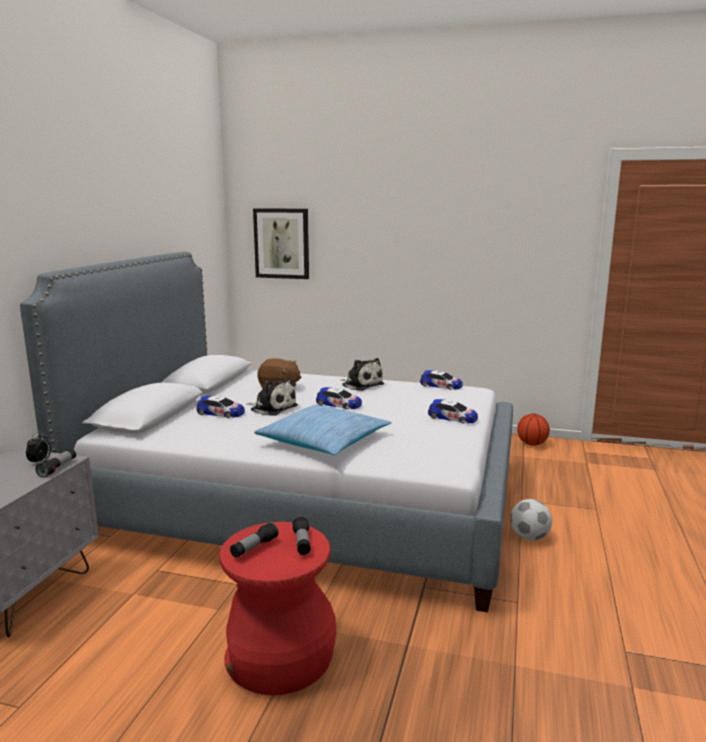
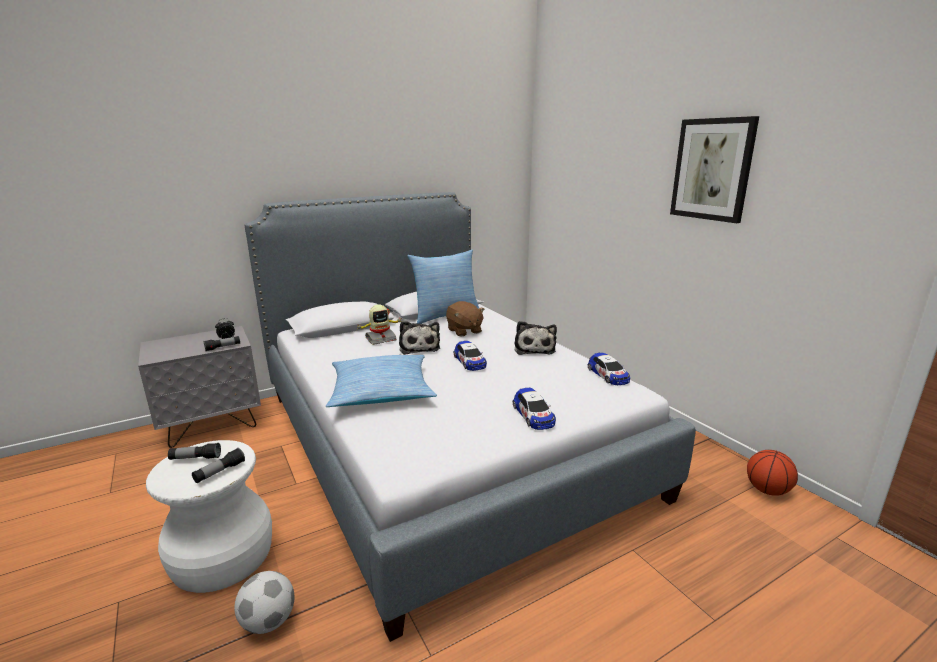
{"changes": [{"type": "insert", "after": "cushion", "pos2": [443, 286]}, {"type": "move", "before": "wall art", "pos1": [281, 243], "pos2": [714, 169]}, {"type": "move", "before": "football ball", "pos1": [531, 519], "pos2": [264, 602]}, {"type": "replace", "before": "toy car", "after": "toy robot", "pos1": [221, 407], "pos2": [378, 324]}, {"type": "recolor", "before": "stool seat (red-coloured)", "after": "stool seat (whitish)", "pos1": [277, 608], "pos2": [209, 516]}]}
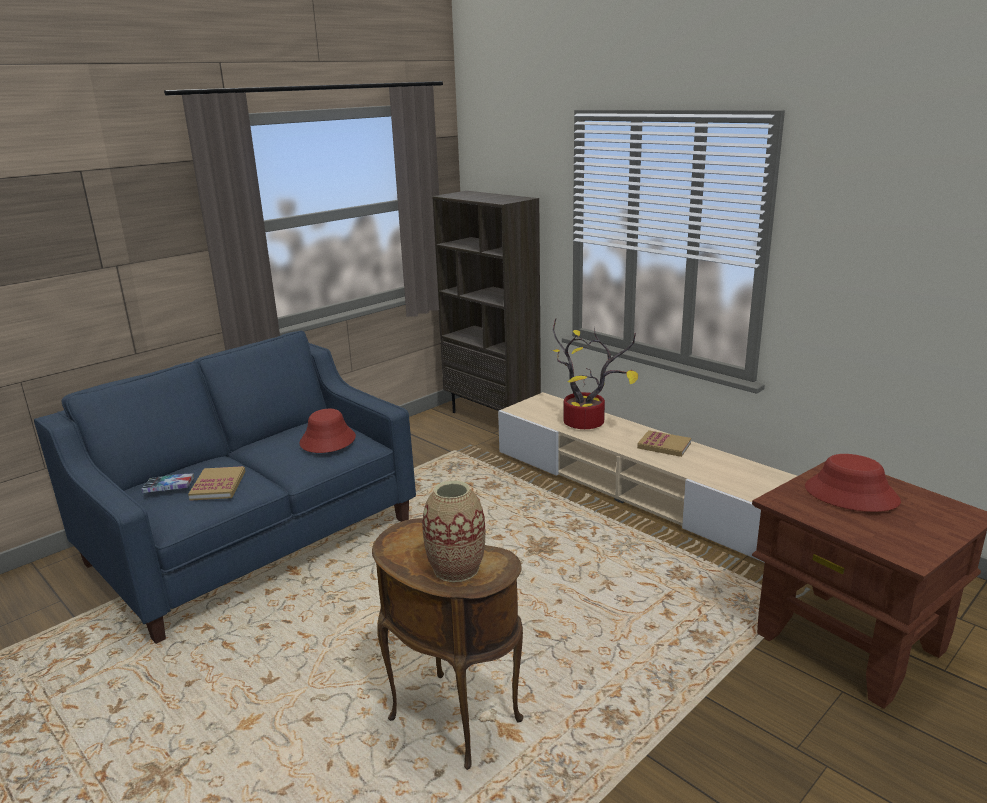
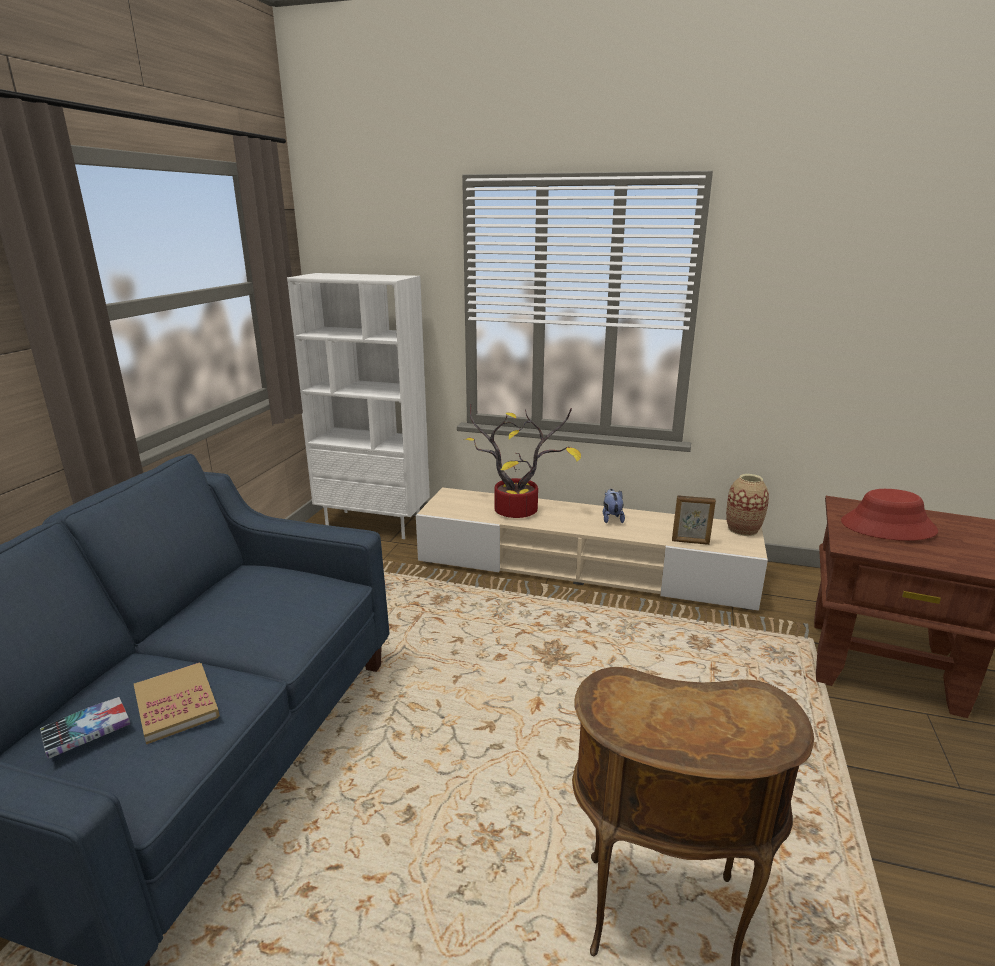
{"changes": [{"type": "delete", "before": "wearable hat (red-coloured)", "pos1": [327, 431]}, {"type": "insert", "after": "photo frame", "pos2": [694, 520]}, {"type": "move", "before": "decorative vase", "pos1": [453, 531], "pos2": [747, 505]}, {"type": "replace", "before": "book", "after": "plush toy", "pos1": [664, 443], "pos2": [614, 506]}, {"type": "recolor", "before": "bookcase (brown-coloured)", "after": "bookcase (whitish)", "pos1": [487, 302], "pos2": [358, 406]}]}
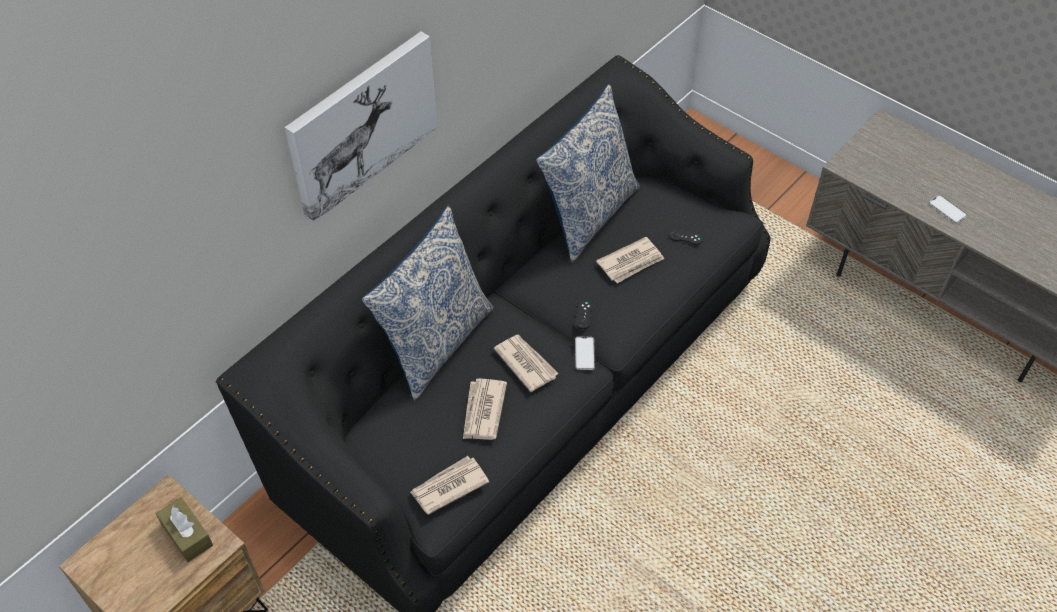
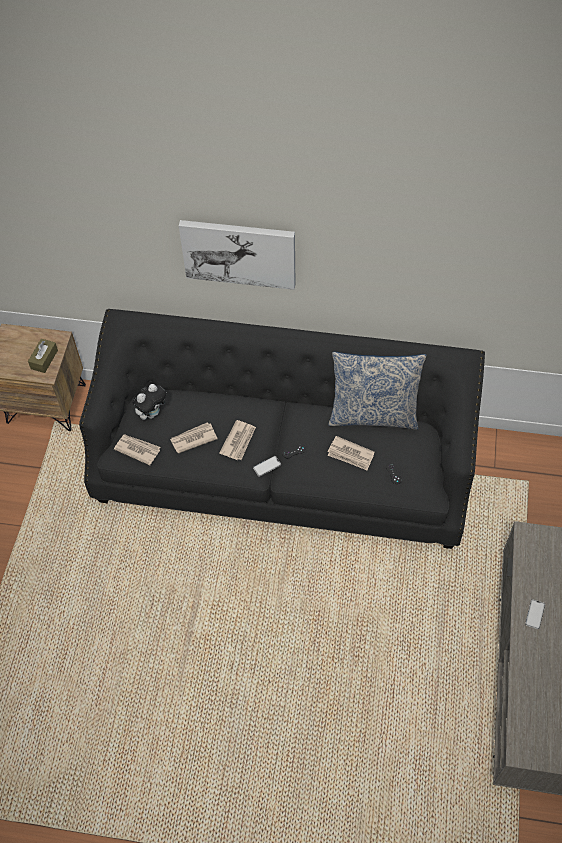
{"changes": [{"type": "delete", "before": "cushion", "pos1": [428, 303]}, {"type": "insert", "after": "plush toy", "pos2": [149, 402]}]}
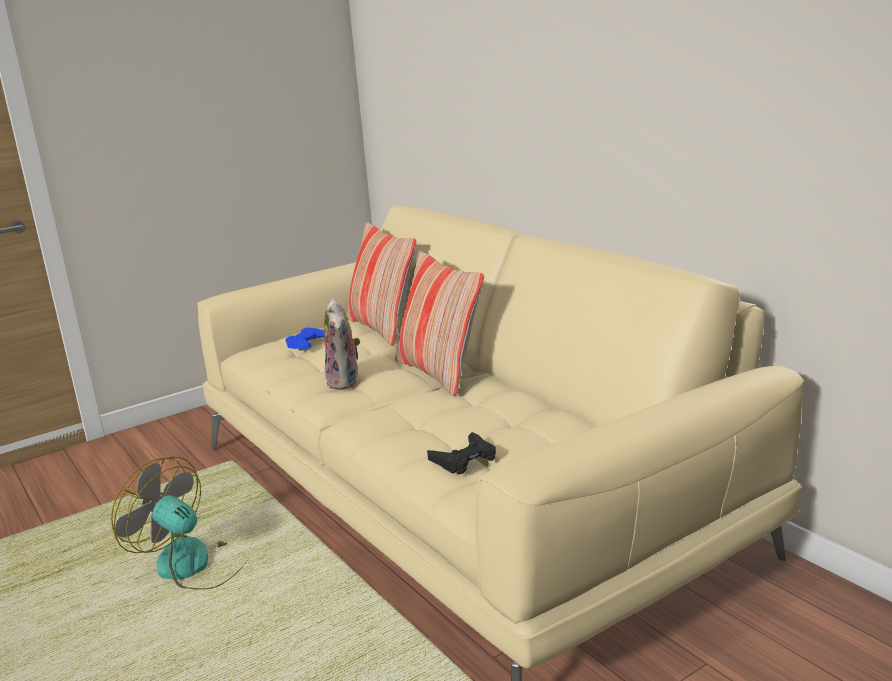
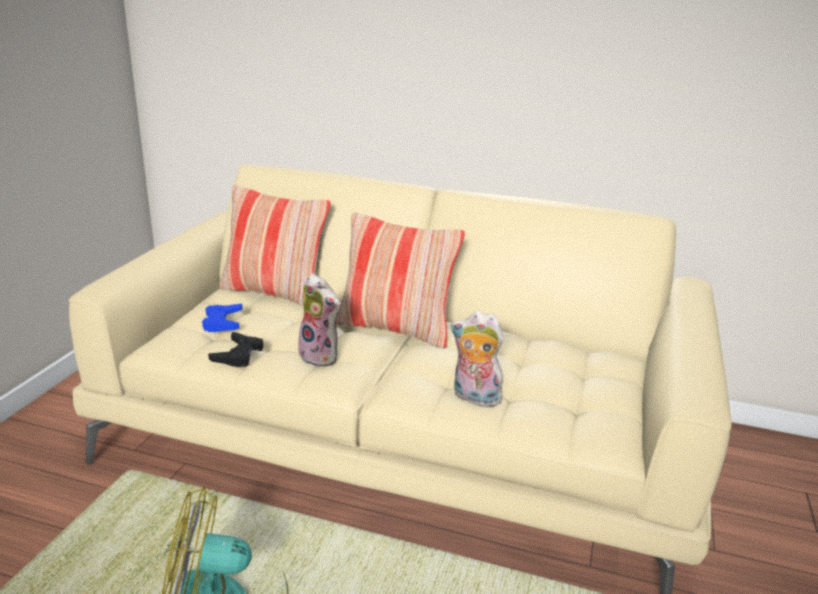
{"changes": [{"type": "insert", "after": "plush toy", "pos2": [477, 359]}, {"type": "move", "before": "gamepad (black)", "pos1": [461, 453], "pos2": [235, 349]}]}
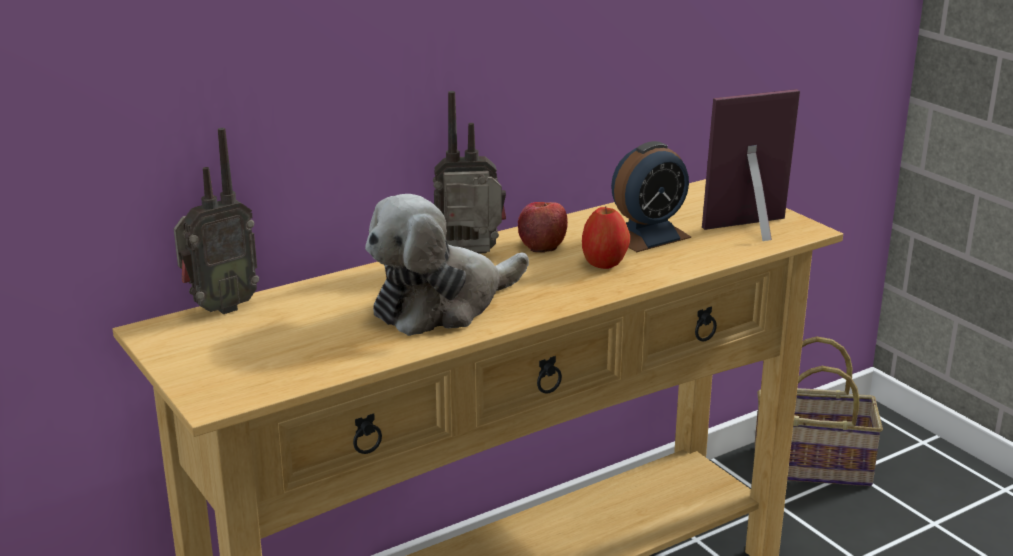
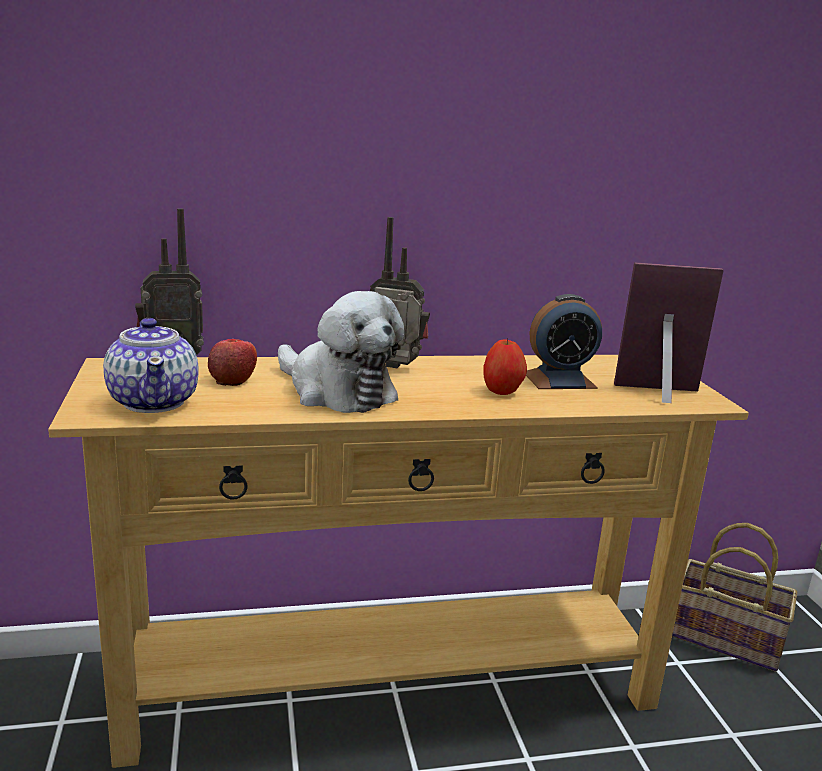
{"changes": [{"type": "insert", "after": "teapot", "pos2": [151, 365]}, {"type": "move", "before": "apple fruit", "pos1": [543, 227], "pos2": [232, 362]}, {"type": "rotate", "before": "plush toy", "pos1": [447, 265], "pos2": [341, 352], "turn": -120}]}
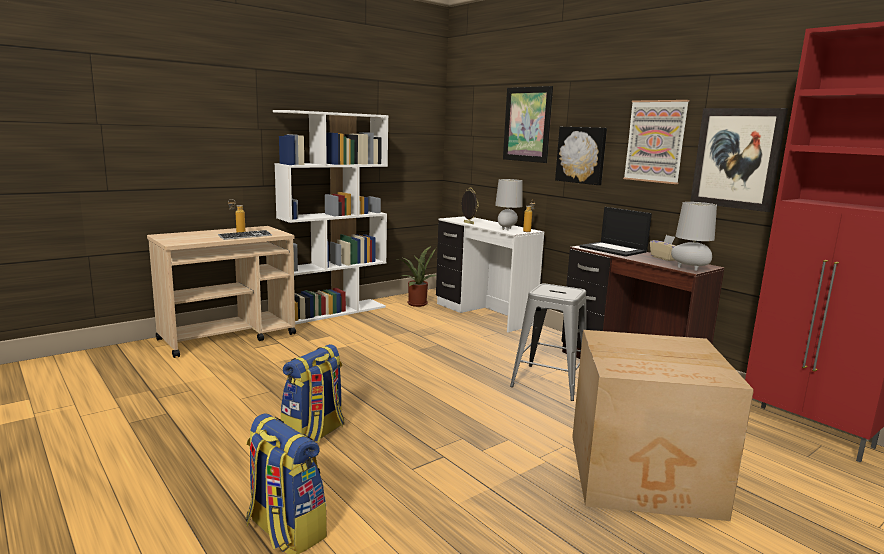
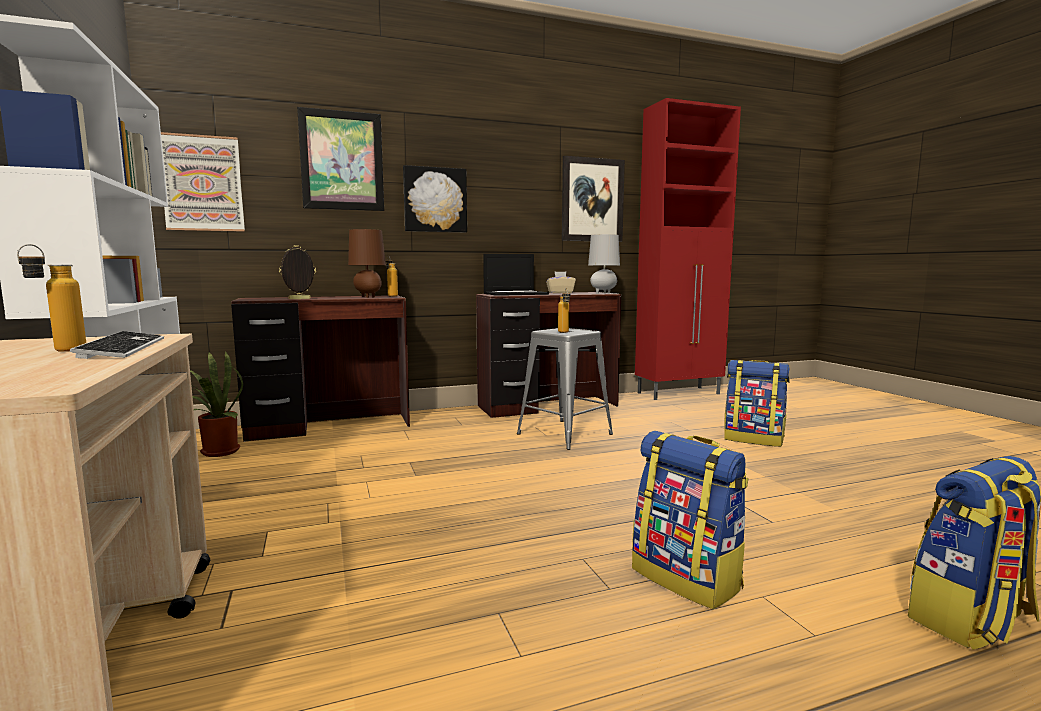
{"changes": [{"type": "insert", "after": "bottle", "pos2": [564, 310]}, {"type": "move", "before": "wall art", "pos1": [656, 142], "pos2": [203, 182]}, {"type": "replace", "before": "carton", "after": "backpack", "pos1": [663, 425], "pos2": [757, 403]}, {"type": "recolor", "before": "desk unit (whitish)", "after": "desk unit (brown-coloured)", "pos1": [490, 274], "pos2": [320, 369]}, {"type": "recolor", "before": "tabletop lamp (grey)", "after": "tabletop lamp (brown-coloured)", "pos1": [508, 204], "pos2": [367, 263]}]}
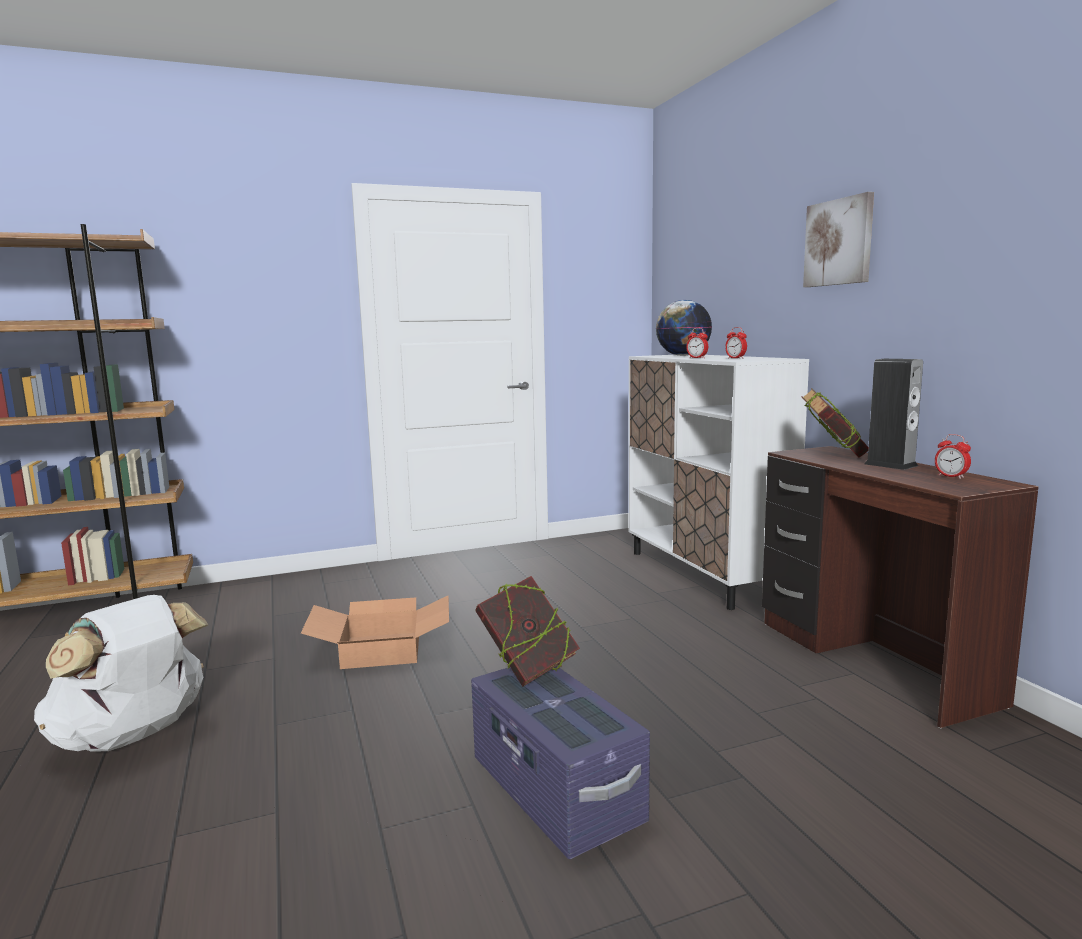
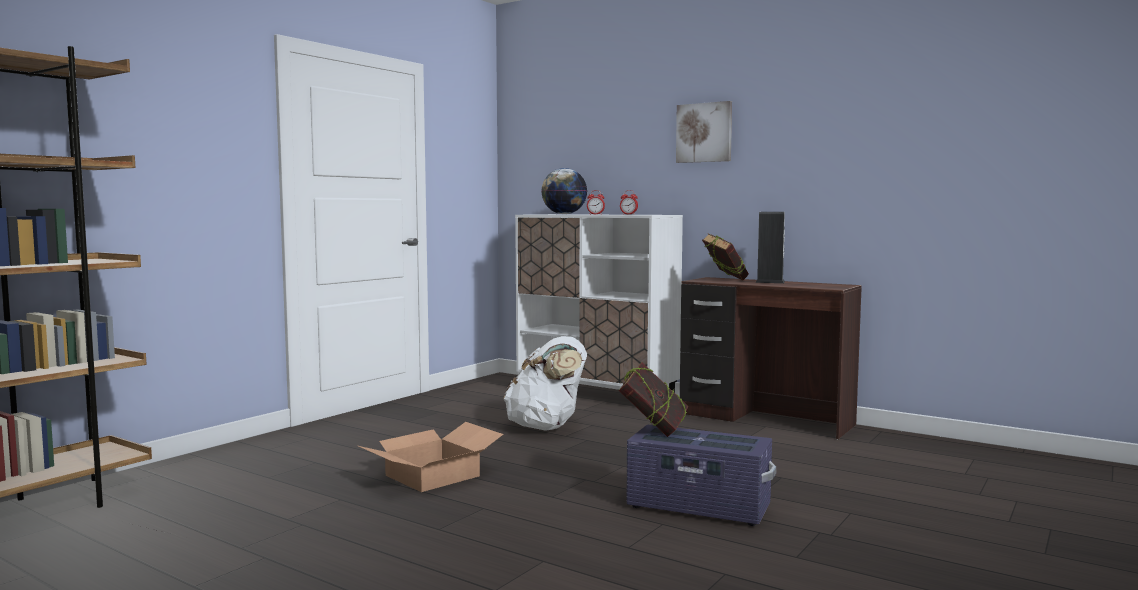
{"changes": [{"type": "delete", "before": "bedside clock", "pos1": [953, 456]}, {"type": "move", "before": "backpack (whitish)", "pos1": [121, 673], "pos2": [545, 383]}]}
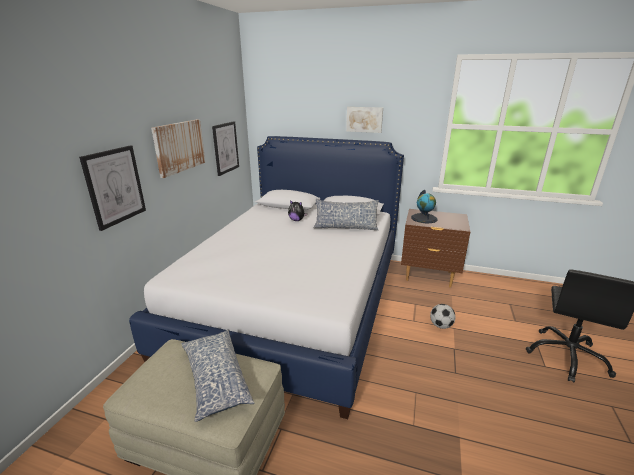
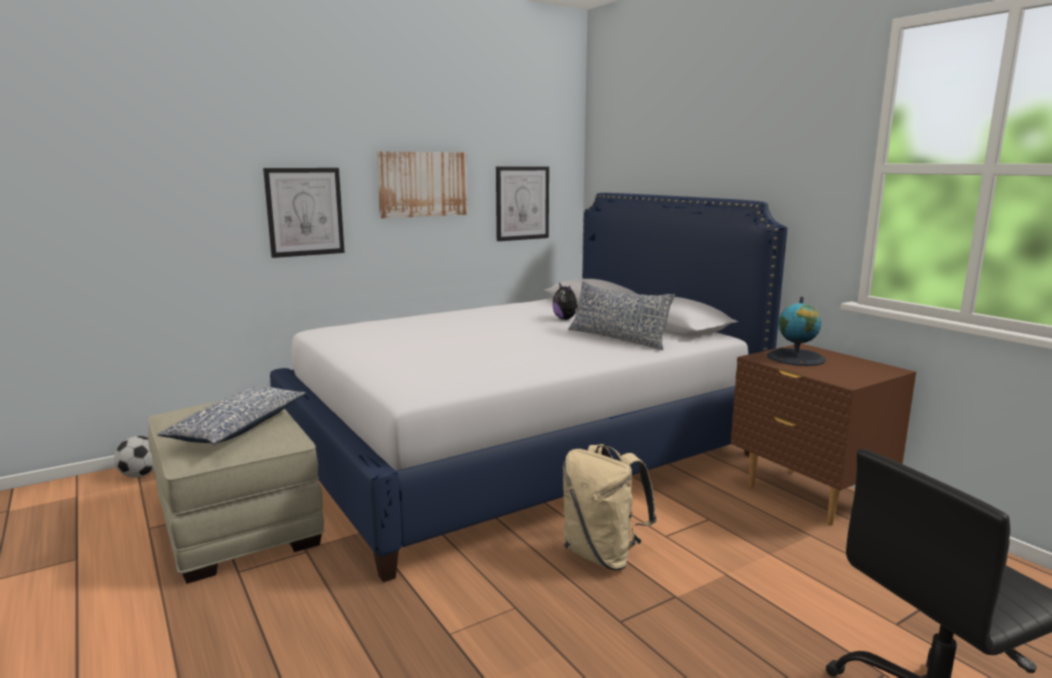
{"changes": [{"type": "delete", "before": "wall art", "pos1": [364, 120]}, {"type": "insert", "after": "backpack (beige-coloured)", "pos2": [610, 507]}, {"type": "move", "before": "football ball", "pos1": [443, 316], "pos2": [134, 456]}]}
